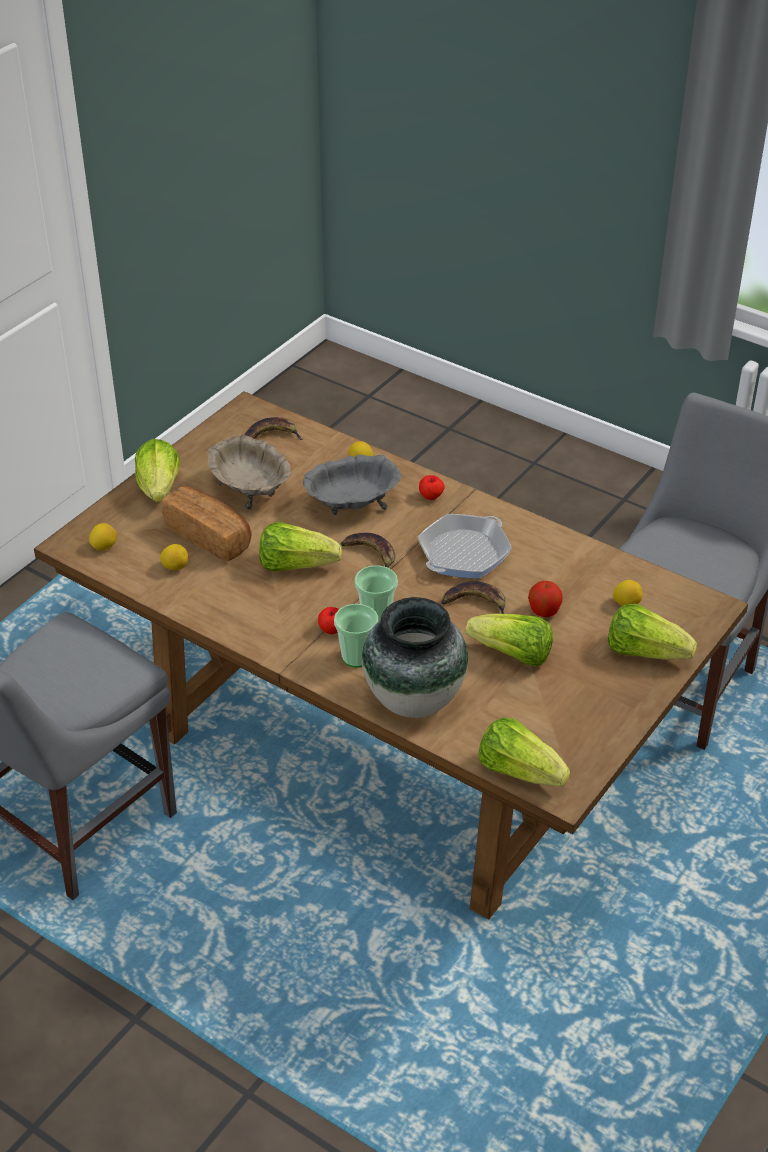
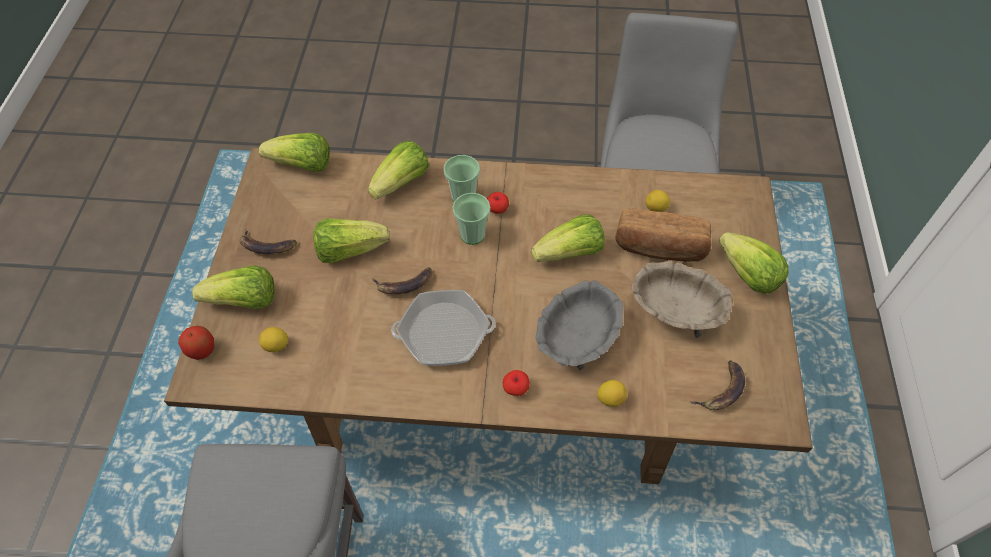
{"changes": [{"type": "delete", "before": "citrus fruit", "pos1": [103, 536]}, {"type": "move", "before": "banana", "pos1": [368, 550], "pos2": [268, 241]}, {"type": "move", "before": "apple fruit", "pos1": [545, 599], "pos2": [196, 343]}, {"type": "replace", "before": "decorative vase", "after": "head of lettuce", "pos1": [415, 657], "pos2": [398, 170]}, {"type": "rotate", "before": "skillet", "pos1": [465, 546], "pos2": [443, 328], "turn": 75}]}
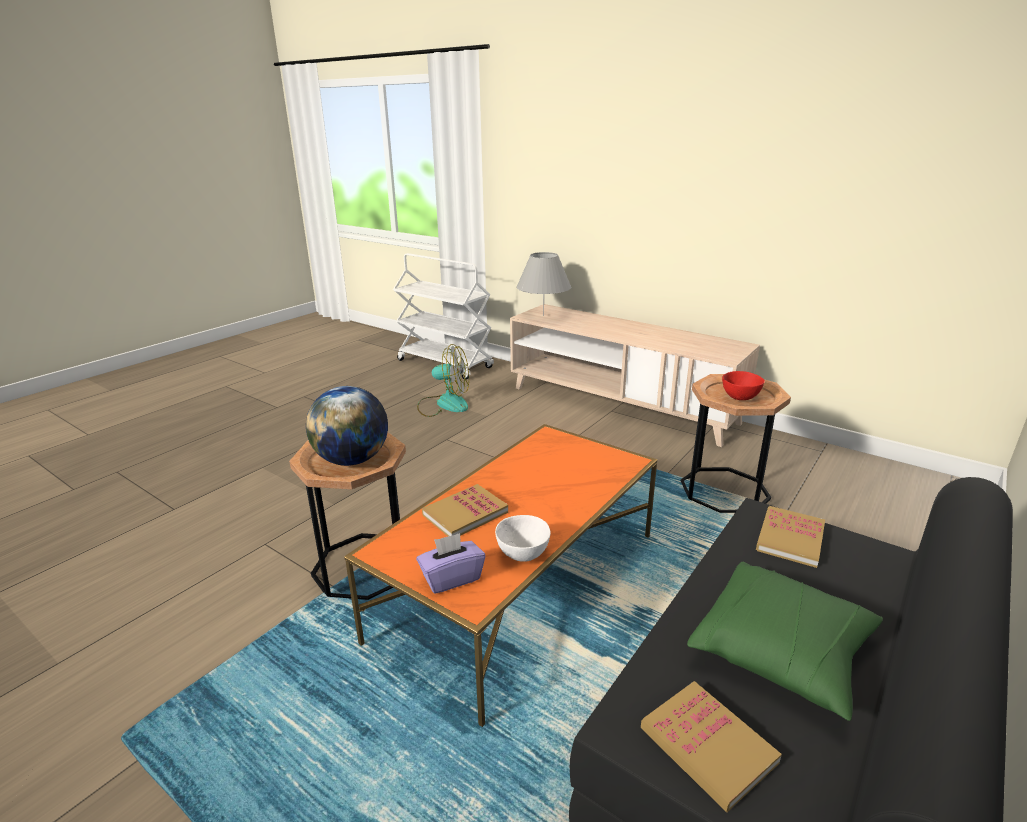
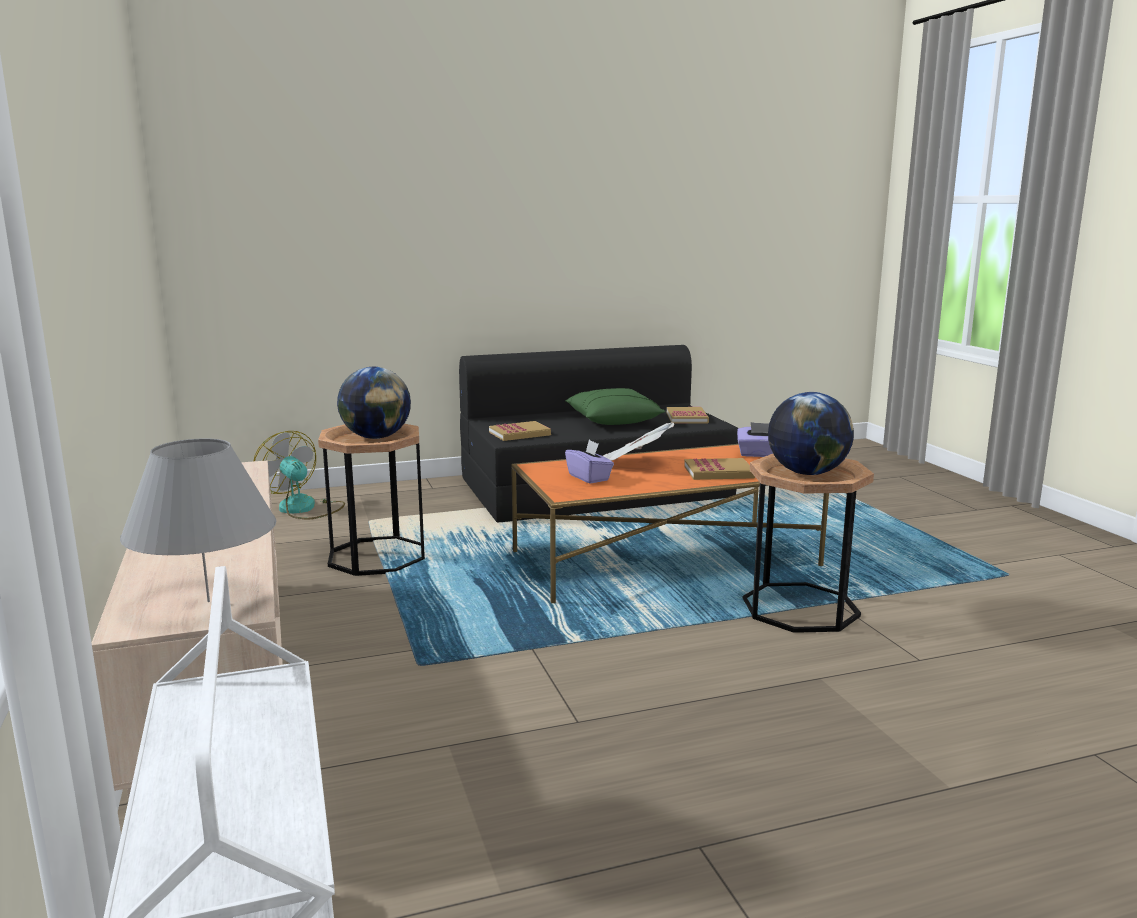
{"changes": [{"type": "delete", "before": "bowl (whitish)", "pos1": [523, 538]}, {"type": "insert", "after": "box of tissues (purplish)", "pos2": [589, 462]}, {"type": "insert", "after": "newspaper", "pos2": [638, 442]}, {"type": "move", "before": "fan", "pos1": [443, 380], "pos2": [299, 475]}, {"type": "replace", "before": "bowl (red-coloured)", "after": "globe", "pos1": [743, 385], "pos2": [374, 403]}]}
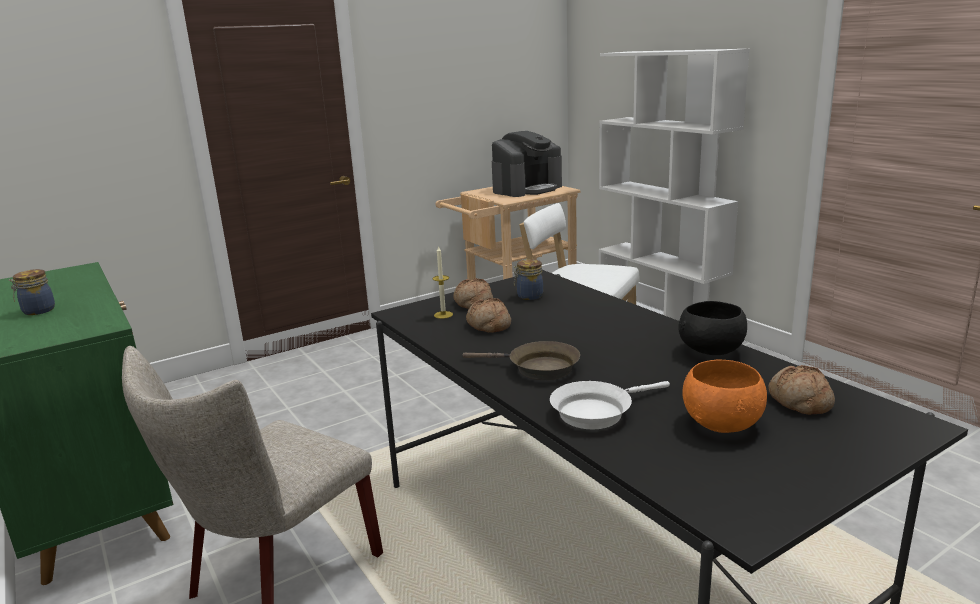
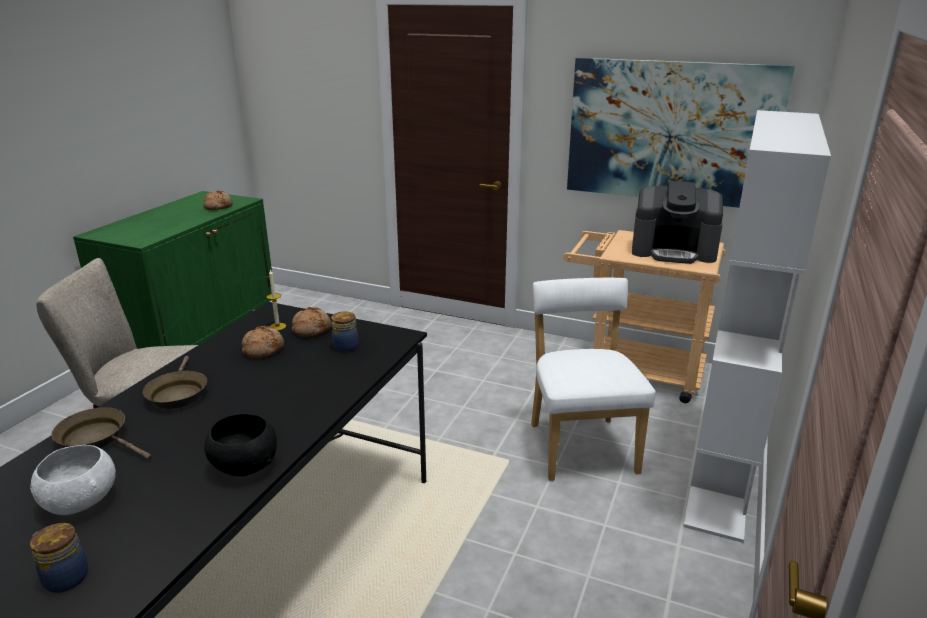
{"changes": [{"type": "insert", "after": "wall art", "pos2": [681, 133]}, {"type": "move", "before": "jar", "pos1": [32, 292], "pos2": [59, 558]}, {"type": "move", "before": "bakery bread", "pos1": [801, 390], "pos2": [218, 200]}, {"type": "recolor", "before": "skillet (whitish)", "after": "skillet (brown-coloured)", "pos1": [610, 405], "pos2": [102, 433]}, {"type": "recolor", "before": "bowl (orange)", "after": "bowl (whitish)", "pos1": [724, 396], "pos2": [73, 480]}]}
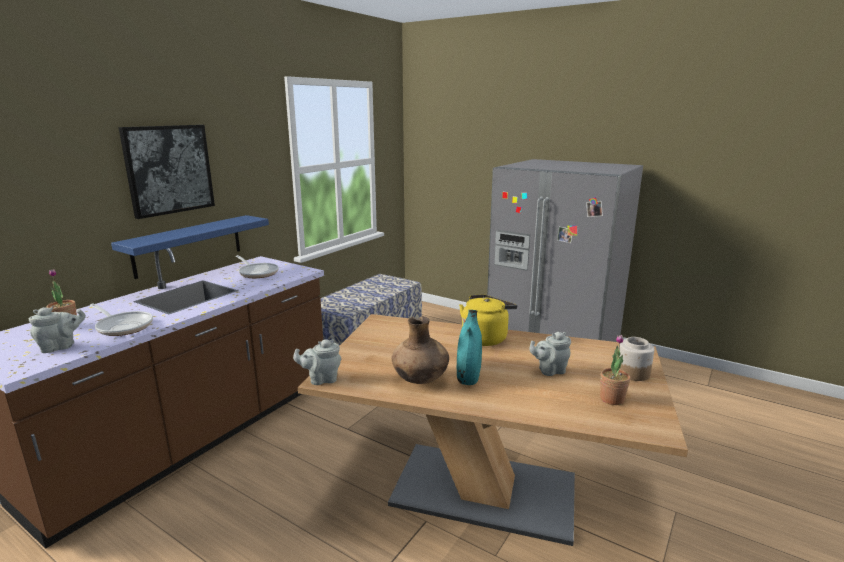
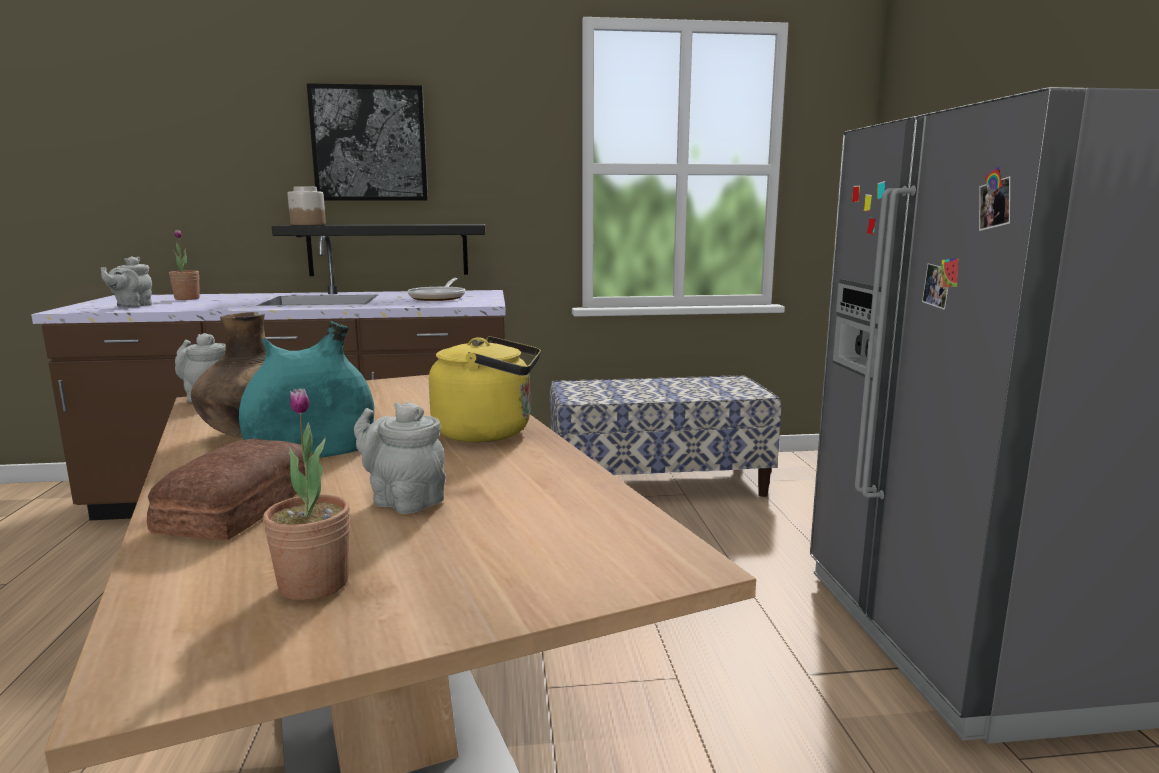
{"changes": [{"type": "delete", "before": "skillet", "pos1": [121, 319]}, {"type": "insert", "after": "bakery bread", "pos2": [230, 489]}, {"type": "move", "before": "jar", "pos1": [636, 359], "pos2": [307, 205]}, {"type": "recolor", "before": "bracket shelf (bluish)", "after": "bracket shelf (black)", "pos1": [190, 247], "pos2": [378, 250]}, {"type": "rotate", "before": "teapot (grey)", "pos1": [57, 330], "pos2": [126, 282], "turn": 90}]}
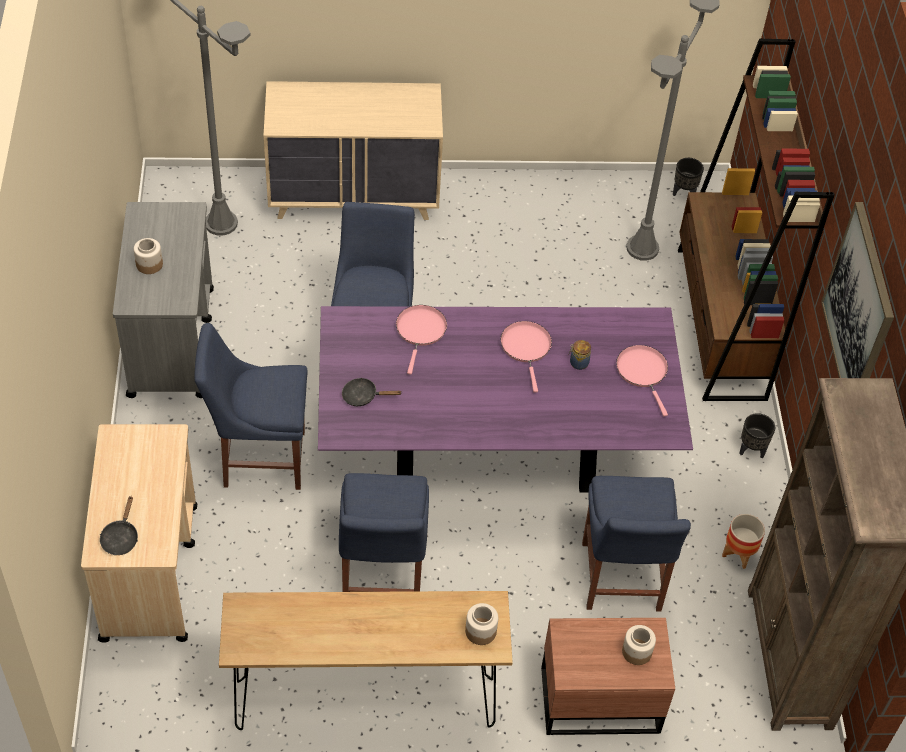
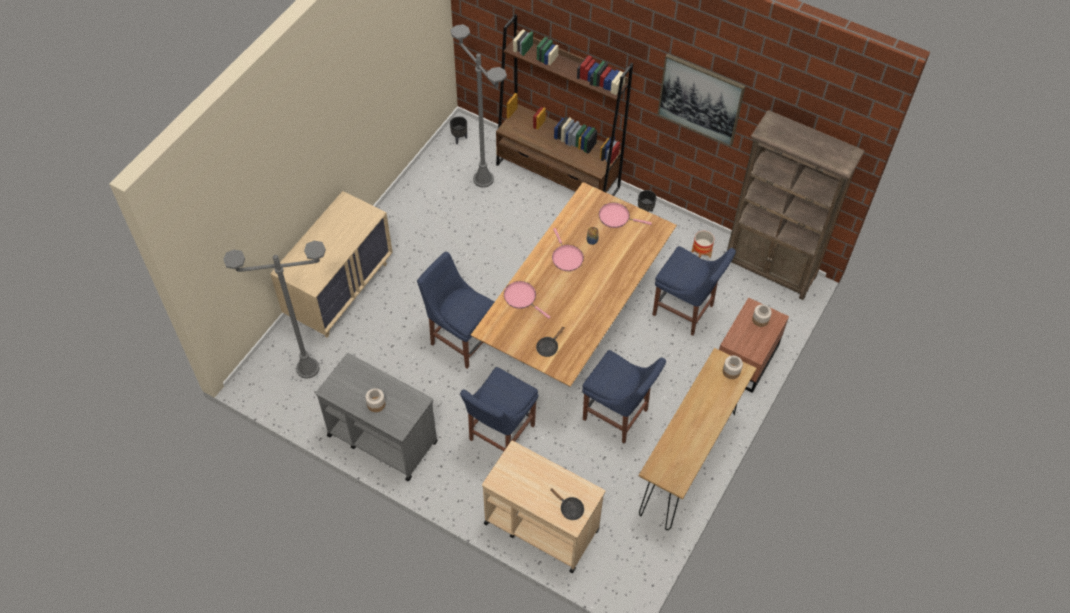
{"changes": [{"type": "recolor", "before": "kitchen table (purplish)", "after": "kitchen table (brown-coloured)", "pos1": [505, 399], "pos2": [574, 284]}, {"type": "rotate", "before": "skillet (pinkish)", "pos1": [526, 357], "pos2": [568, 249], "turn": -135}]}
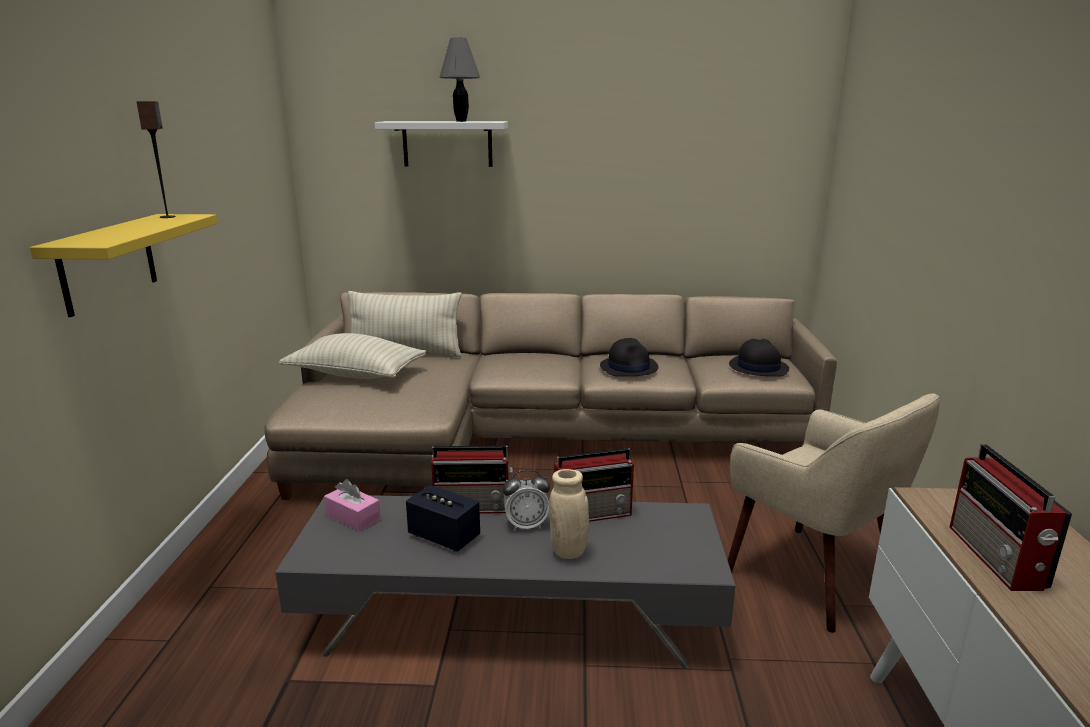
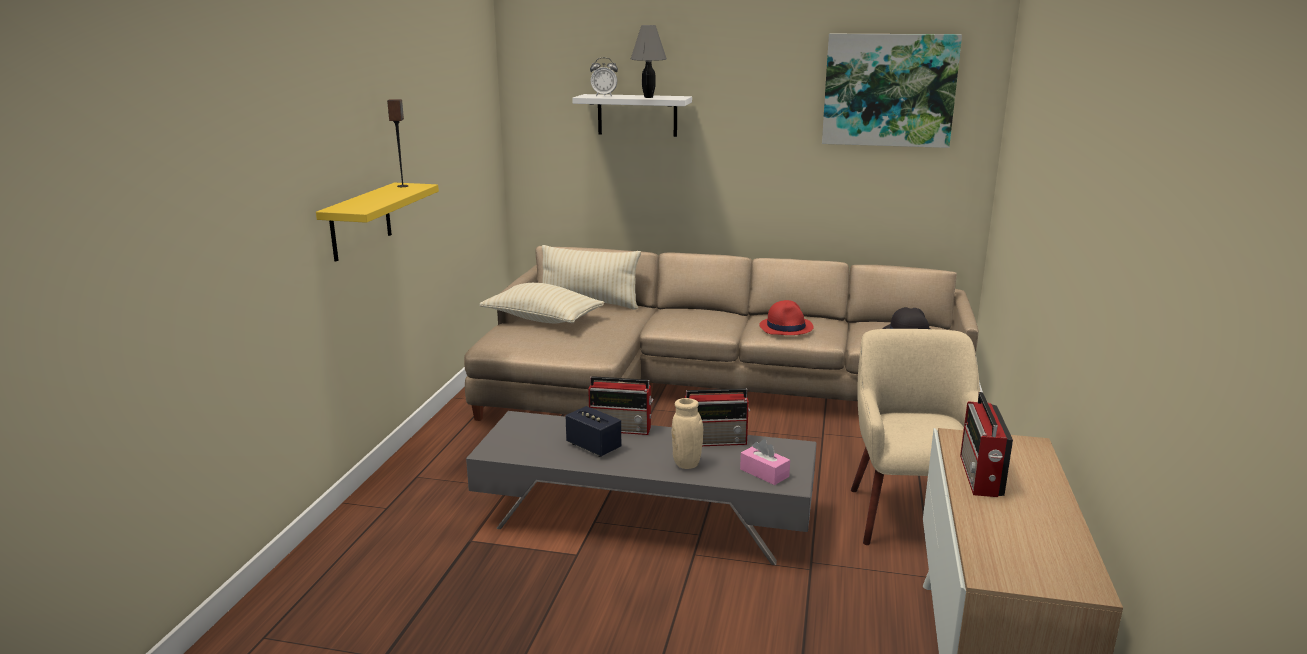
{"changes": [{"type": "insert", "after": "wall art", "pos2": [892, 91]}, {"type": "move", "before": "box of tissues (pinkish)", "pos1": [352, 505], "pos2": [765, 462]}, {"type": "move", "before": "bedside clock", "pos1": [526, 500], "pos2": [604, 76]}, {"type": "recolor", "before": "wearable hat (black)", "after": "wearable hat (red-coloured)", "pos1": [629, 357], "pos2": [786, 317]}, {"type": "rotate", "before": "easy chair (beige-coloured)", "pos1": [834, 513], "pos2": [915, 437], "turn": -150}]}
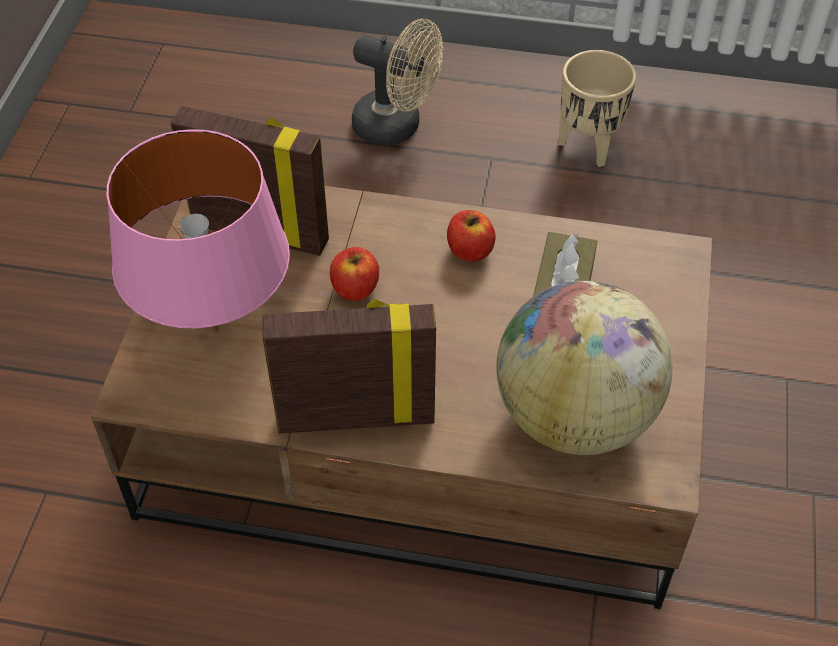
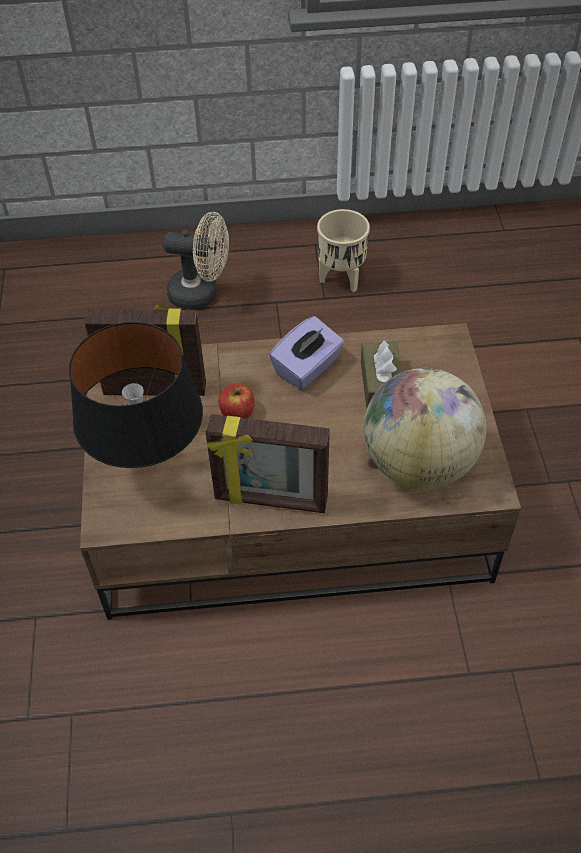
{"changes": [{"type": "replace", "before": "apple fruit", "after": "box of tissues (purplish)", "pos1": [471, 236], "pos2": [306, 353]}, {"type": "recolor", "before": "tabletop lamp (pinkish)", "after": "tabletop lamp (black)", "pos1": [198, 230], "pos2": [136, 395]}, {"type": "rotate", "before": "photo frame", "pos1": [349, 366], "pos2": [267, 463], "turn": -150}]}
